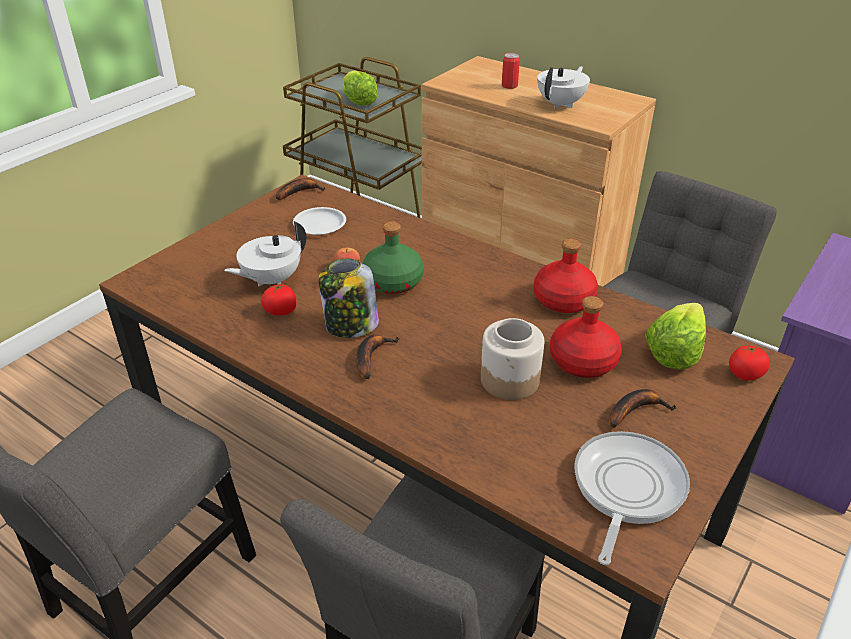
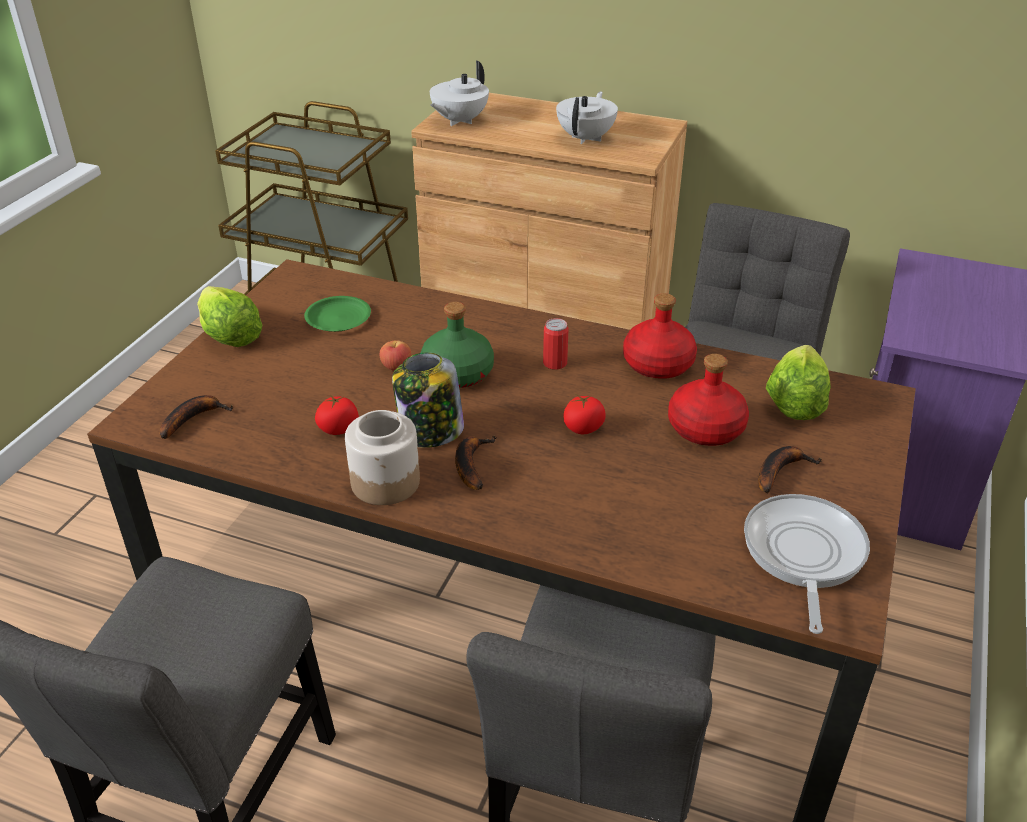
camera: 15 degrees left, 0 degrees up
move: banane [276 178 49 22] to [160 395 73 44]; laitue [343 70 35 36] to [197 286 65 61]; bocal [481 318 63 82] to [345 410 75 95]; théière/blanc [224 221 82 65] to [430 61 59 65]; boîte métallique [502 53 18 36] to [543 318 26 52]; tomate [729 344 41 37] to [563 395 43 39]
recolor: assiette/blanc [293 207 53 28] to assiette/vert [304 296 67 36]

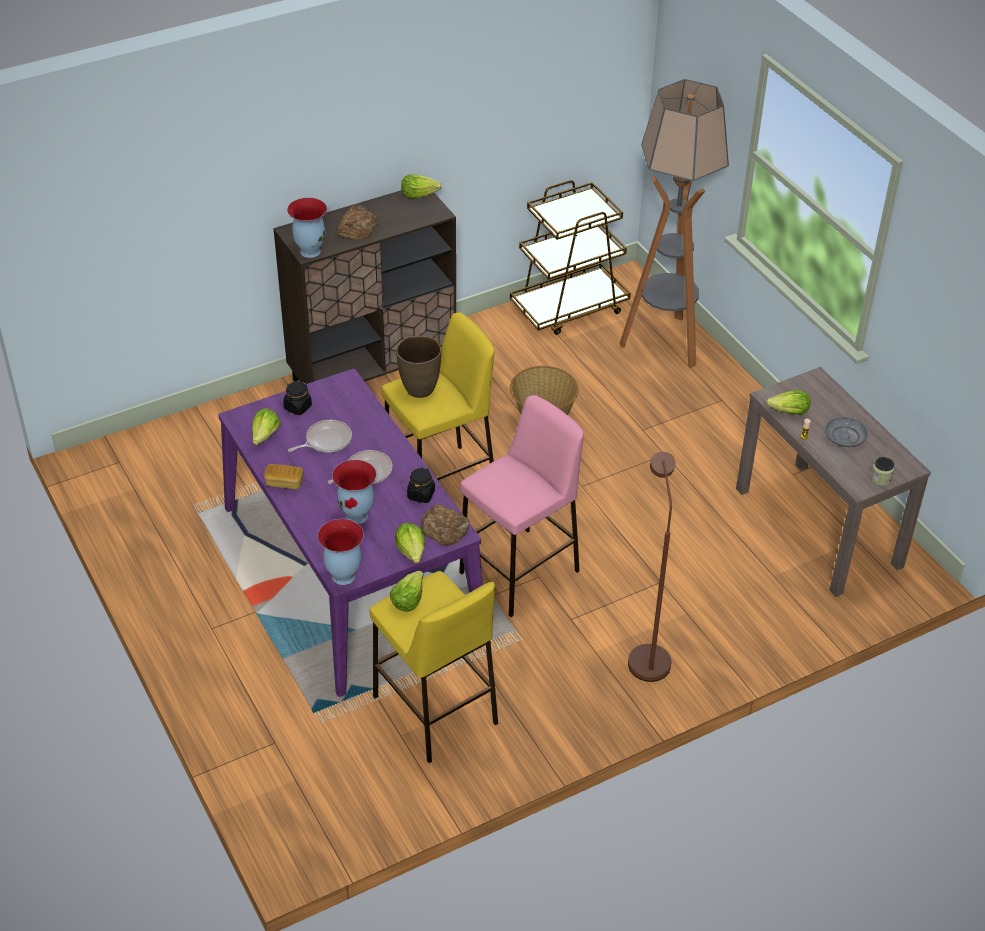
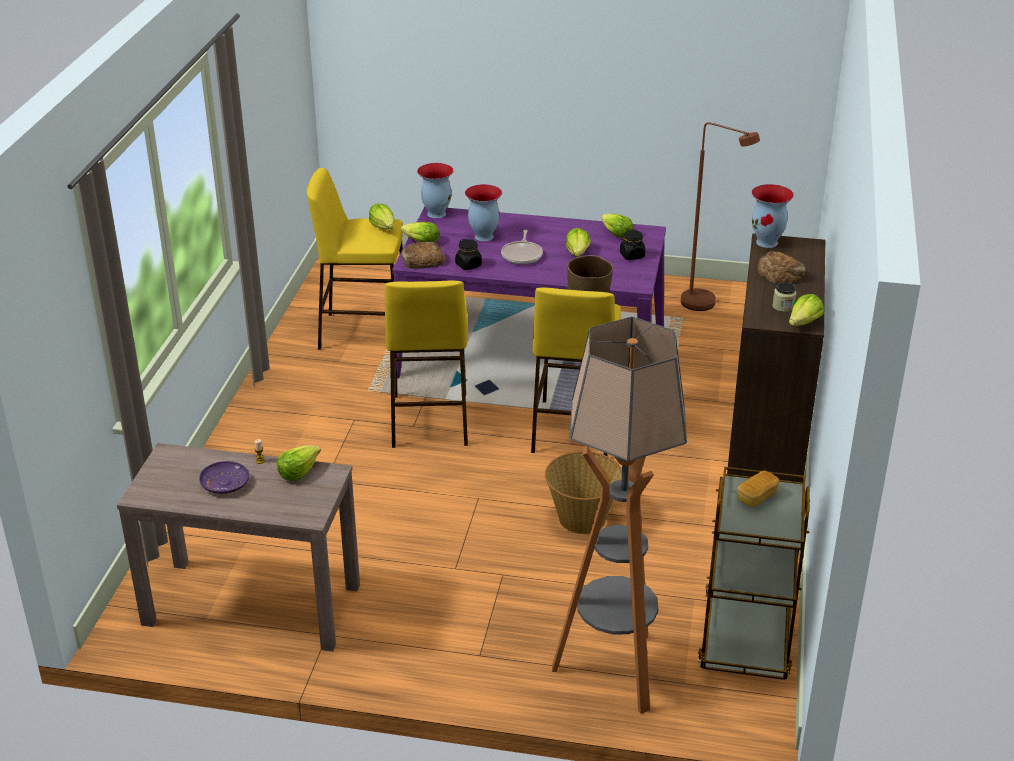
camera: 130 degrees right, 10 degrees down
move: lampadaire/marron [628 452 48 230] to [681 122 79 189]; pain [264 464 39 25] to [737 471 42 36]; bocal [871 457 23 29] to [772 282 25 30]
replace: poêle [288 420 64 33] to laitue [566 228 25 28]
recolor: assiette/gris [825 417 43 30] to assiette/violet [199 461 50 33]; tabouret/rose [459 395 125 222] to tabouret/jaune [385 280 83 168]

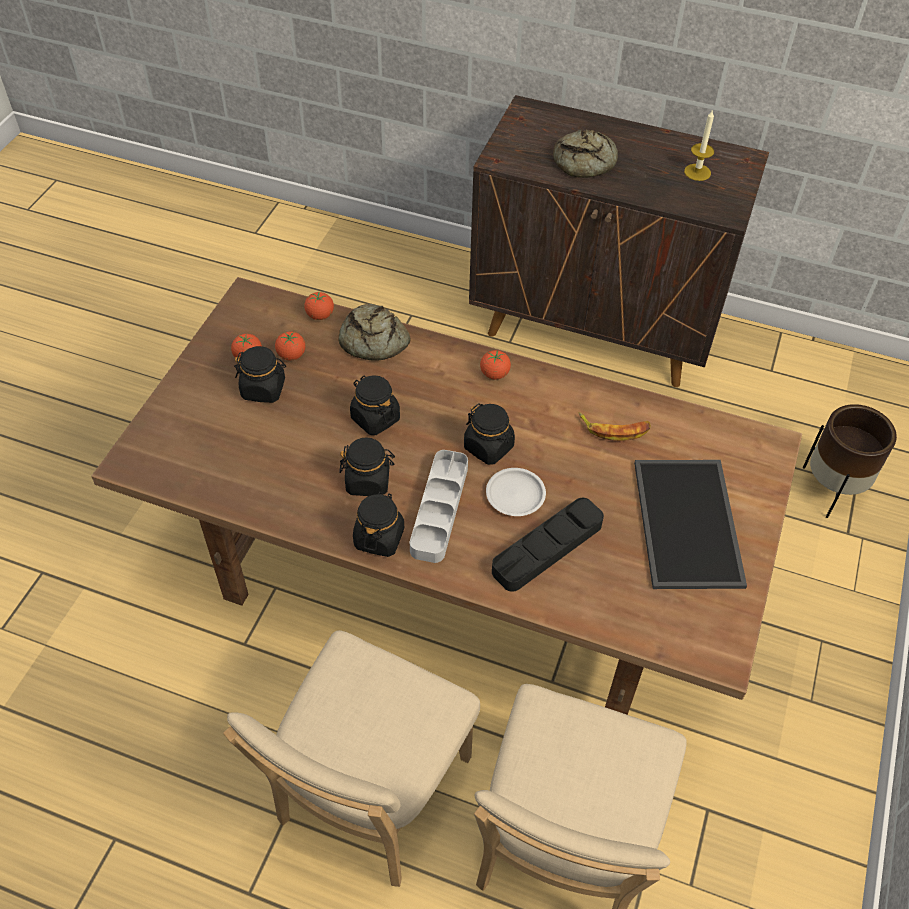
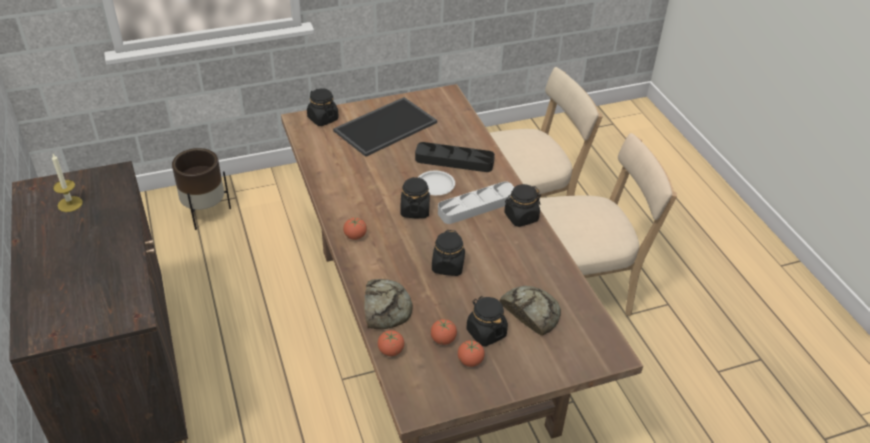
camera: 130 degrees left, 10 degrees down
delete: banane [579 412 72 29]
move: bocal/noir [339 438 56 58] to [307 88 32 38]; pain [553 129 65 49] to [500 286 61 50]

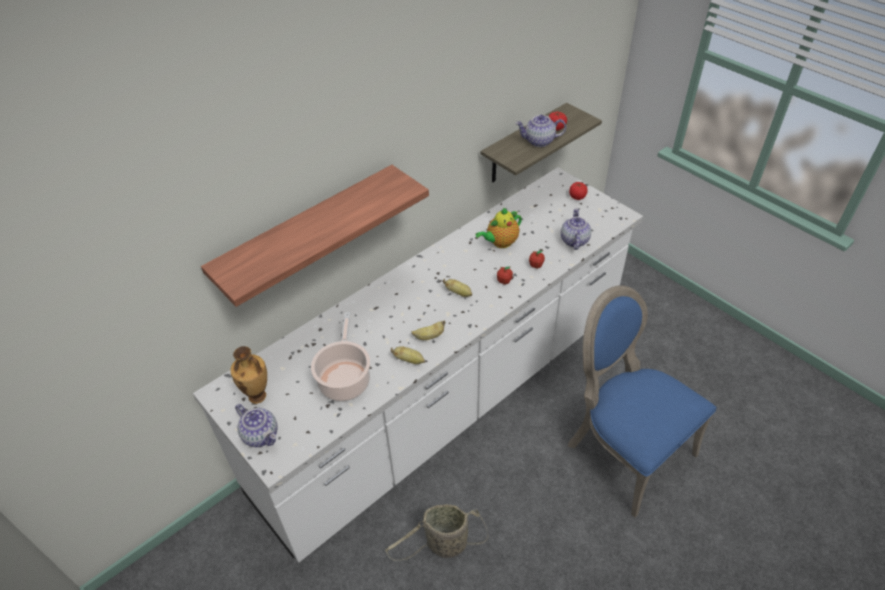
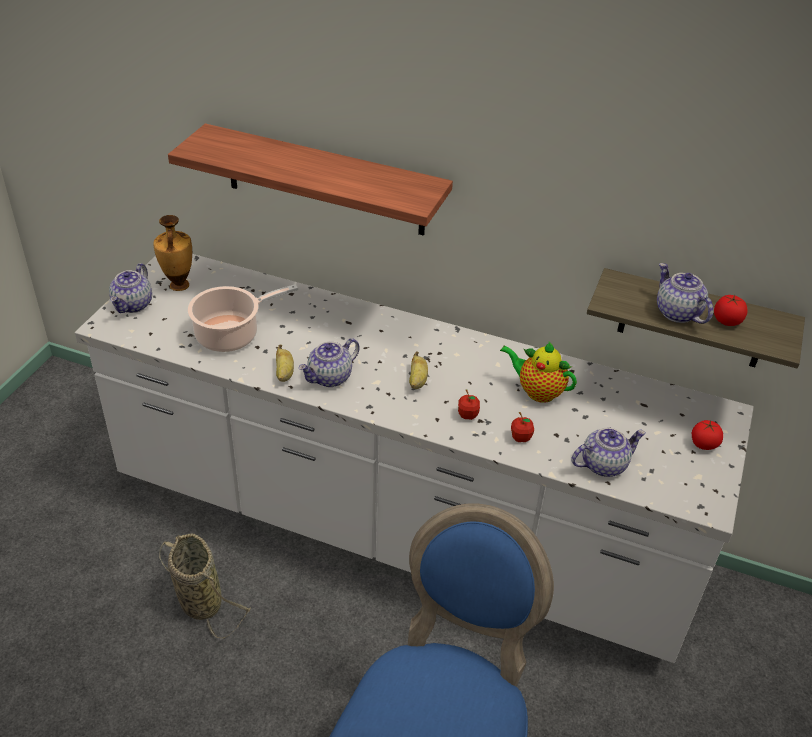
camera: 60 degrees right, 5 degrees down
replace: banane [411 320 35 20] to théière [298 338 62 49]

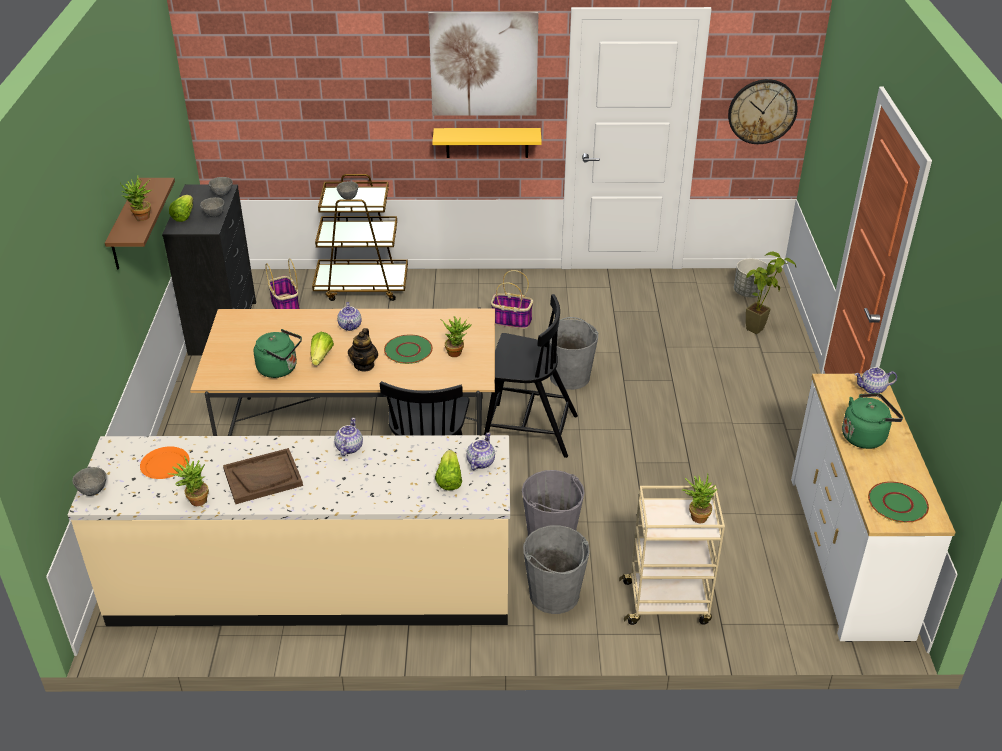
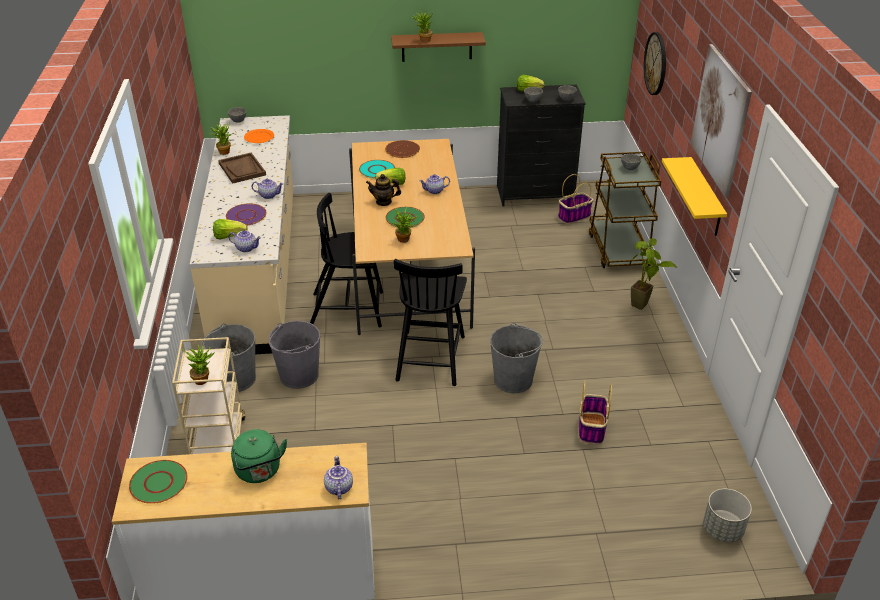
camera: 85 degrees right, 0 degrees up
insert: assiette/violet [226 203 41 23]; assiette/marron [385 140 35 18]
move: panier [491 270 42 59] to [579 381 33 63]; plante en pot [746 252 50 82] to [631 238 47 72]; horloge murale [728 79 70 65] to [644 32 22 63]
replace: bouilloire/vert [254 329 48 49] to assiette/turquoise [359 160 36 18]

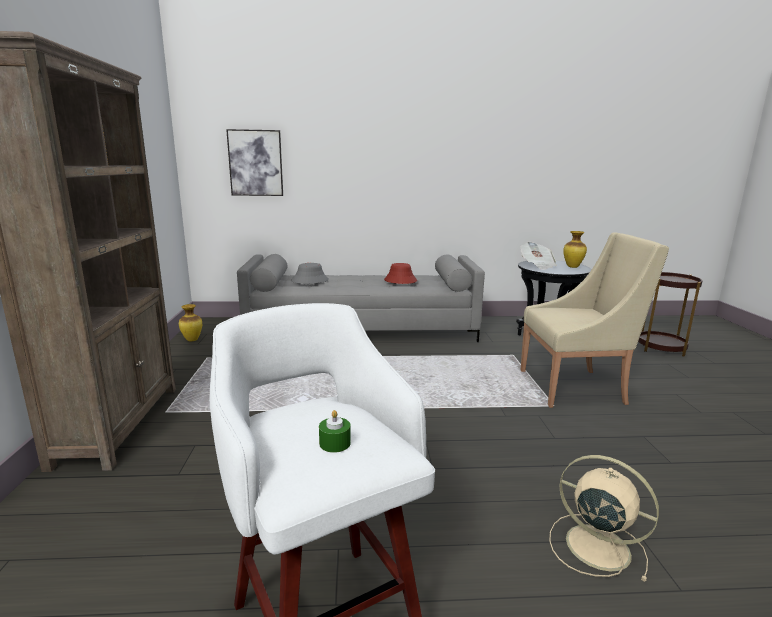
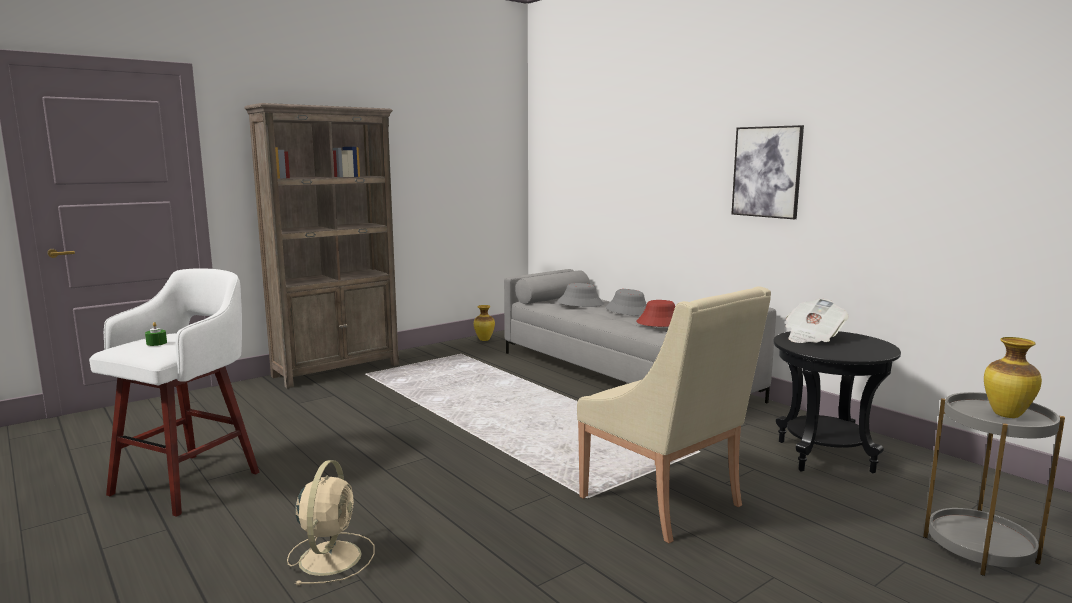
camera: 55 degrees right, 5 degrees down
insert: chapeau/gris [605 289 42 27]
move: tableau [226 129 57 67] to [732 125 72 94]; vase [563 231 24 37] to [984 337 58 81]
recolor: table d'appoint/marron [638 272 65 85] to table d'appoint/gris [923 392 142 184]

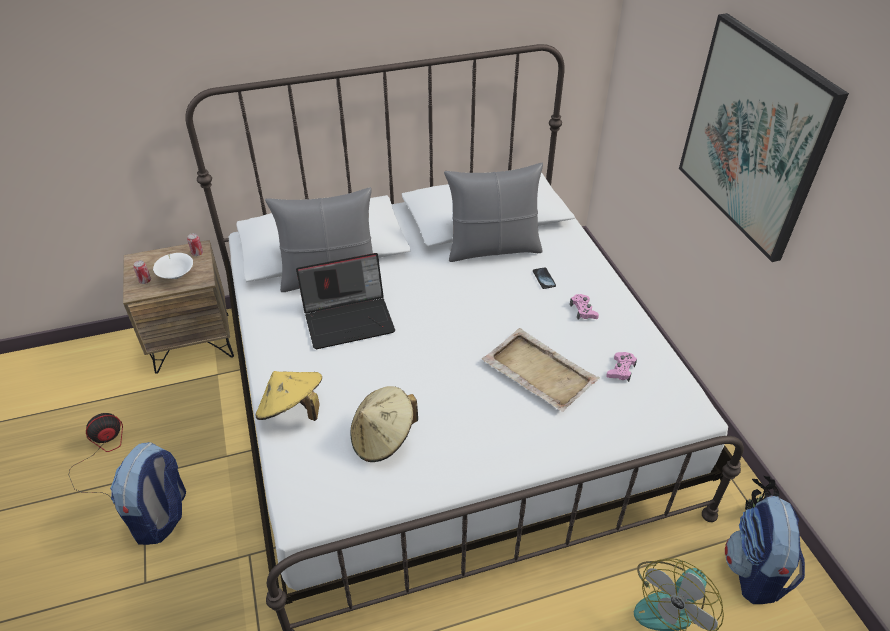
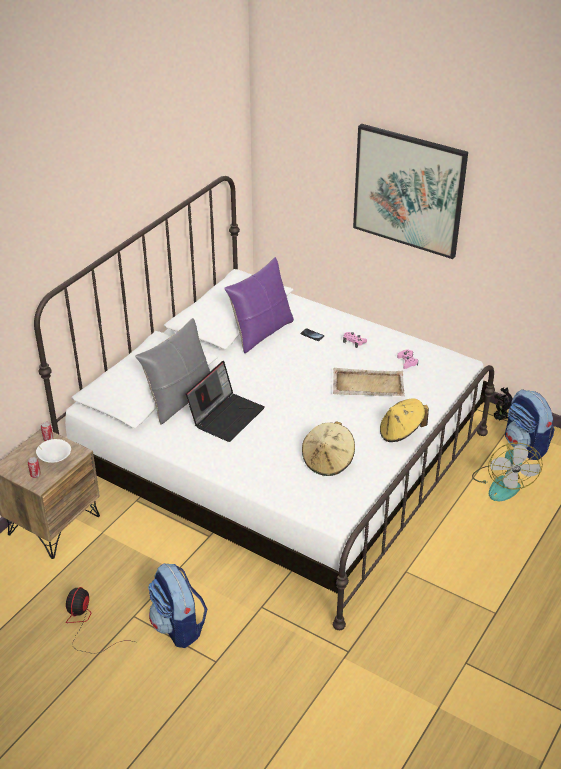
camera: 40 degrees left, 5 degrees down
move: chapeau/jaune [255 371 67 50] to [380 399 49 43]
recolor: coussin/gris [444 163 99 99] to coussin/violet [224 257 70 96]

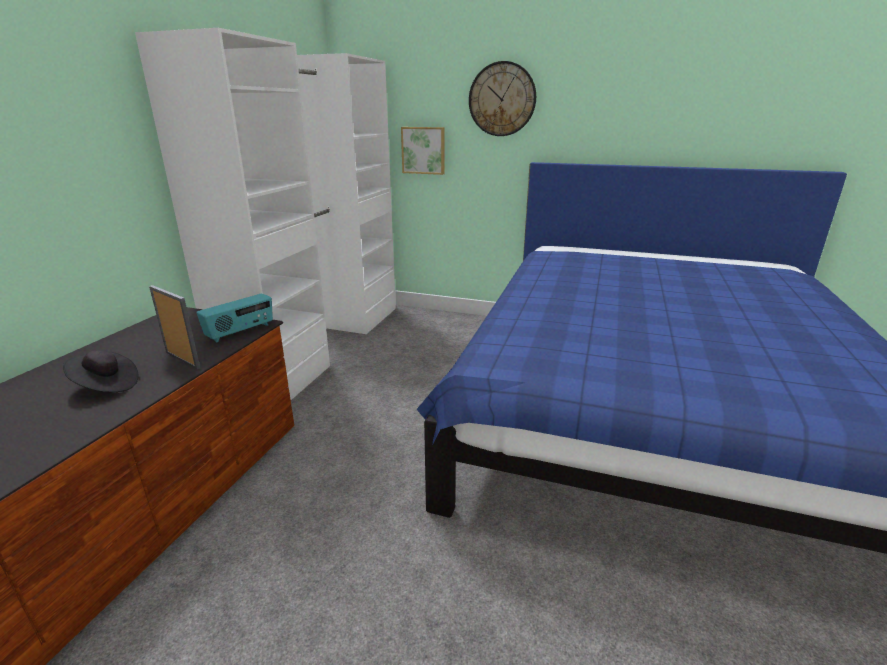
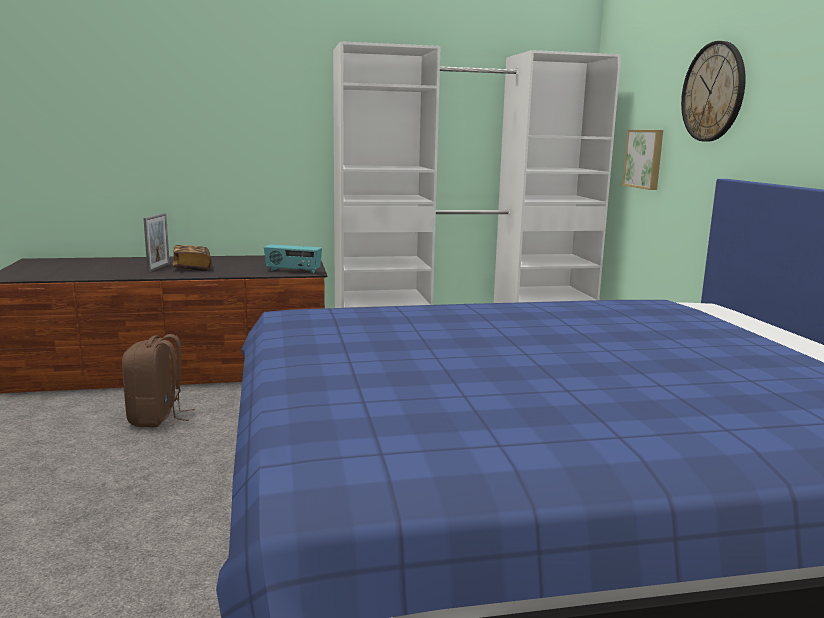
camera: 60 degrees right, 10 degrees down
insert: sac à dos/marron [122 334 73 93]
move: cadre photo [149 285 51 84] to [143 213 27 59]
replace: chapeau/noir [63 350 76 42] to livre [173 245 38 26]

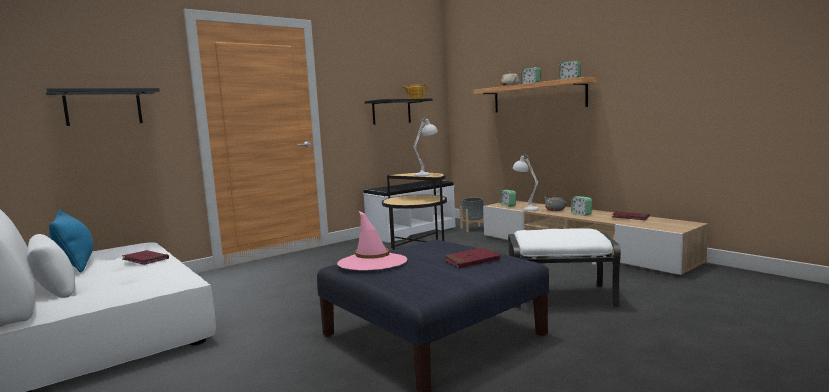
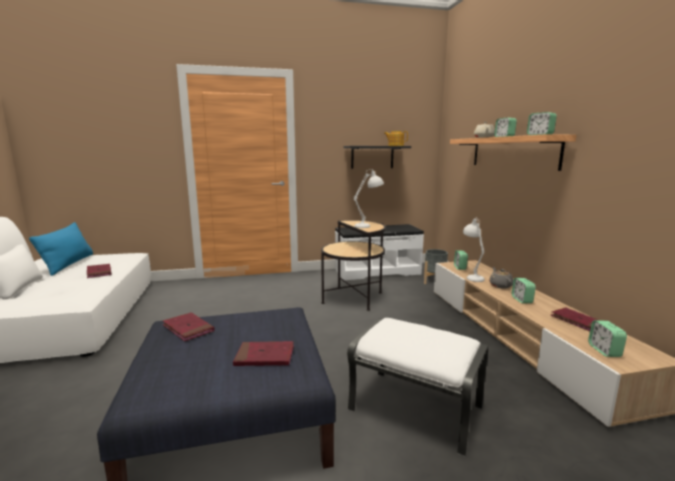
camera: 25 degrees right, 5 degrees up
delete: étagère/noir [45 88 115 38]
insert: réveil [588 320 39 37]
replace: chapeau/rose [337 210 70 61] to livre/rouge [163 313 51 29]

